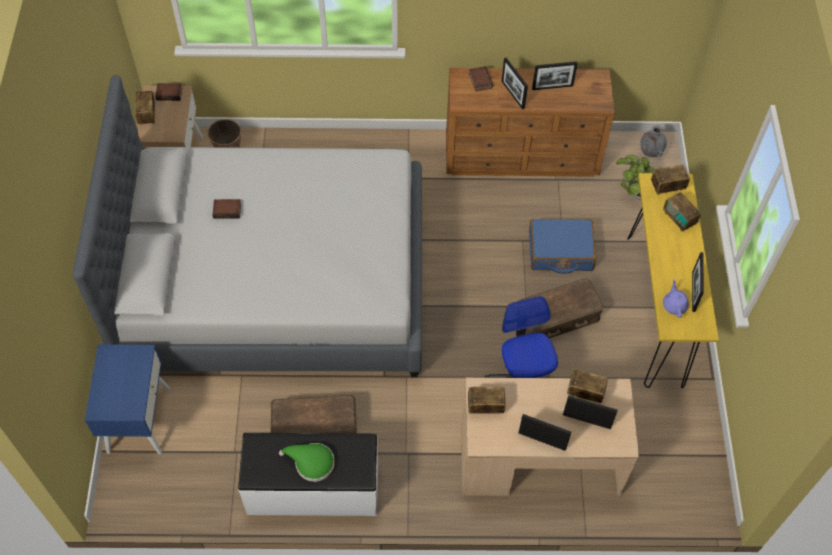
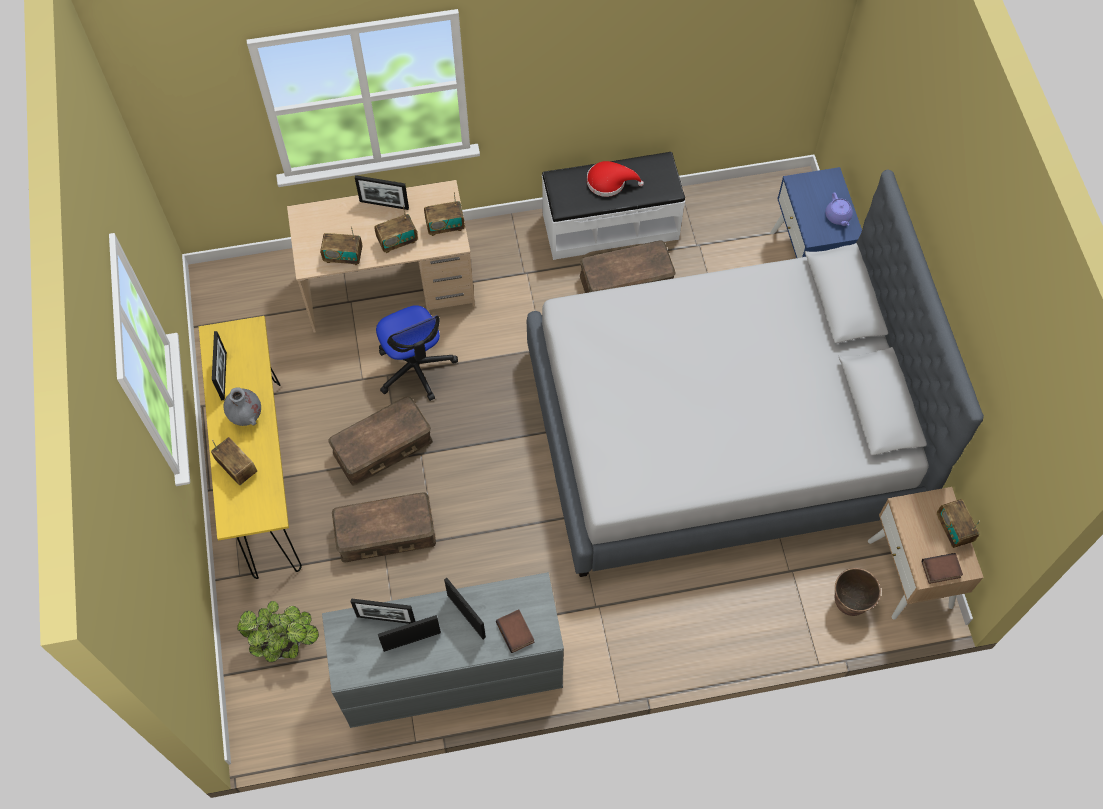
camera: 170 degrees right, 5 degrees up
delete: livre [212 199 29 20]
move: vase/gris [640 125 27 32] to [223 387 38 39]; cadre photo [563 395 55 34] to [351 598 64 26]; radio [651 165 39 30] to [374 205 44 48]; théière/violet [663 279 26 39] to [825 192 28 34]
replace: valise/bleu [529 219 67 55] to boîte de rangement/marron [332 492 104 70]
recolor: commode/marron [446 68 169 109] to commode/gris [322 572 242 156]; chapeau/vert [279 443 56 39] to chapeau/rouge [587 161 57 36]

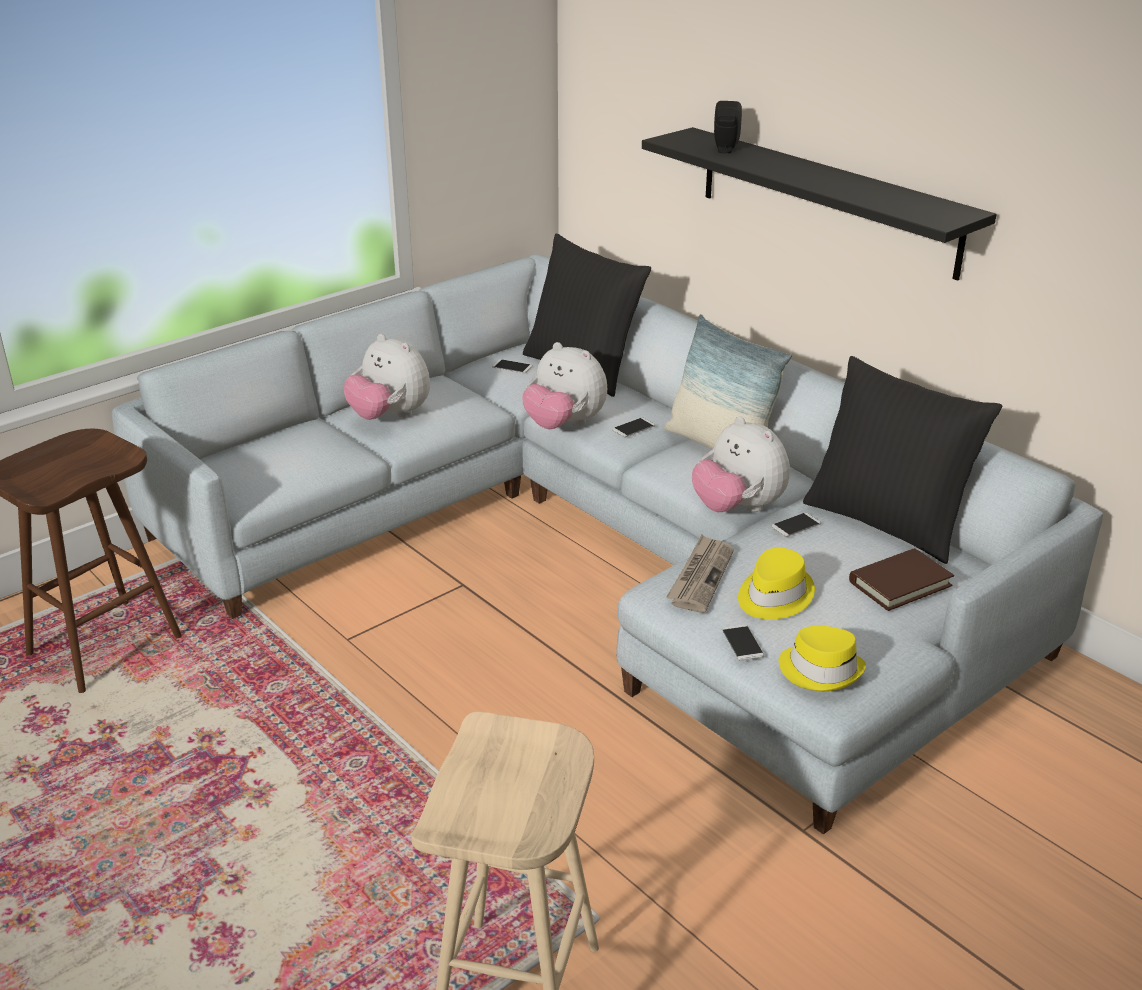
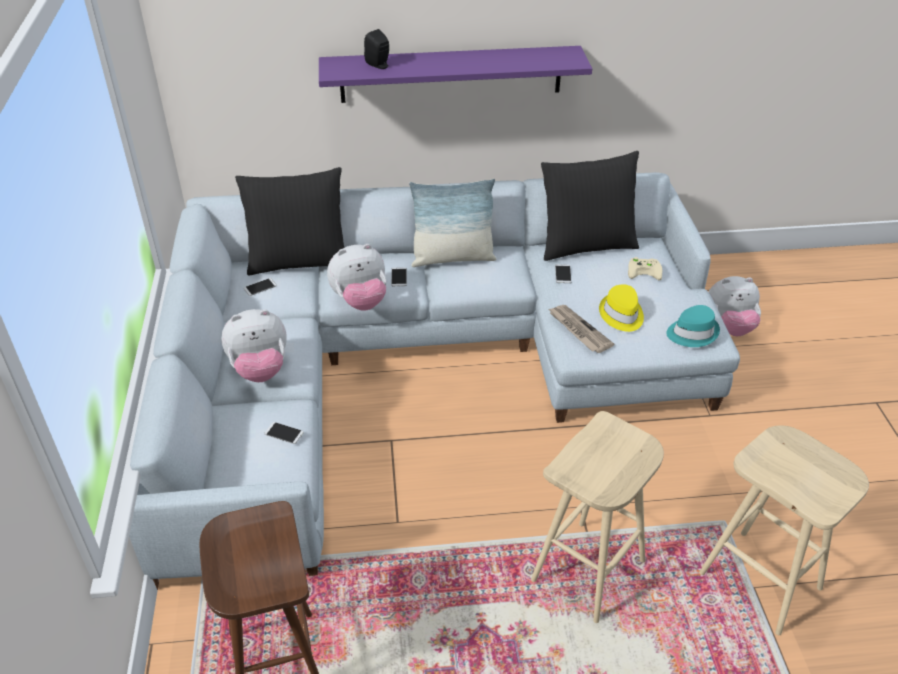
camera: 55 degrees left, 10 degrees up
insert: tabouret/beige [531 411 133 212]
move: téléphone [722 624 42 37] to [265 422 39 22]; peluche [692 416 98 96] to [708 276 53 60]
replace: livre/marron [849 548 105 63] to manette/beige [628 257 34 23]
recolor: étagère/noir [642 127 355 154] to étagère/violet [319 46 273 57]; chapeau/jaune [779 625 87 66] to chapeau/turquoise [666 305 54 42]

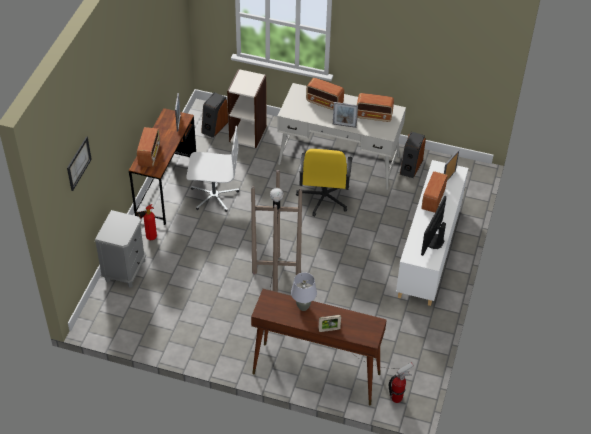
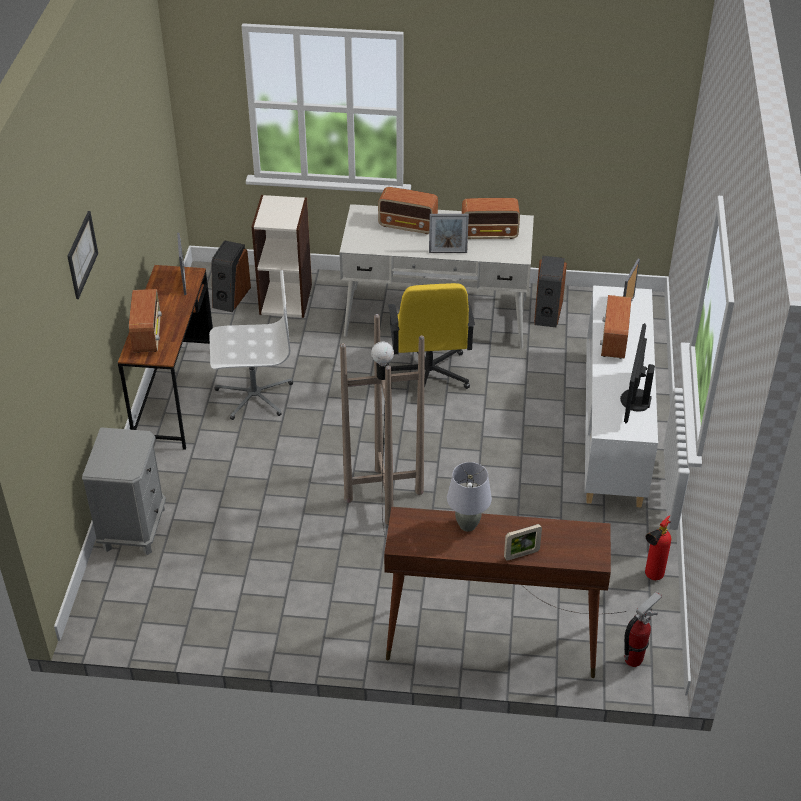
camera: 10 degrees left, 5 degrees down
move: tableau [67 136 25 55] to [67 211 31 88]; extincteur [136 204 21 36] to [645 515 26 65]

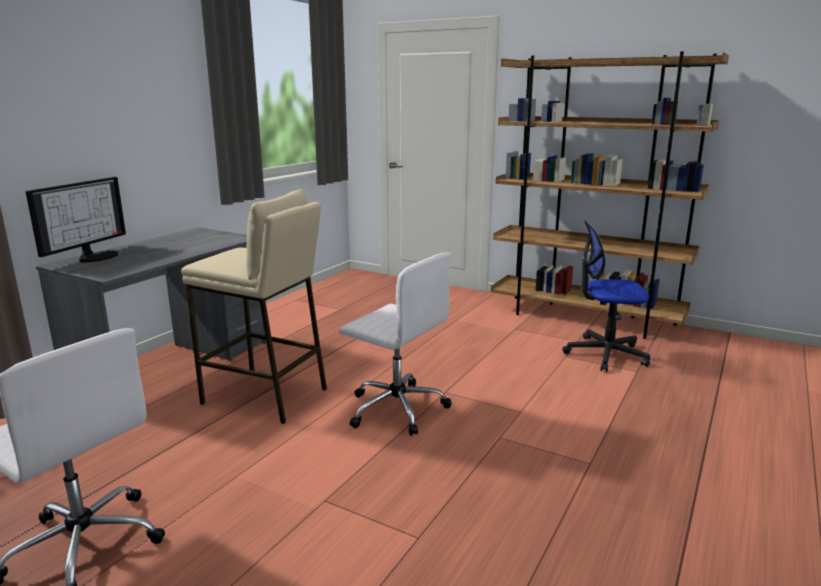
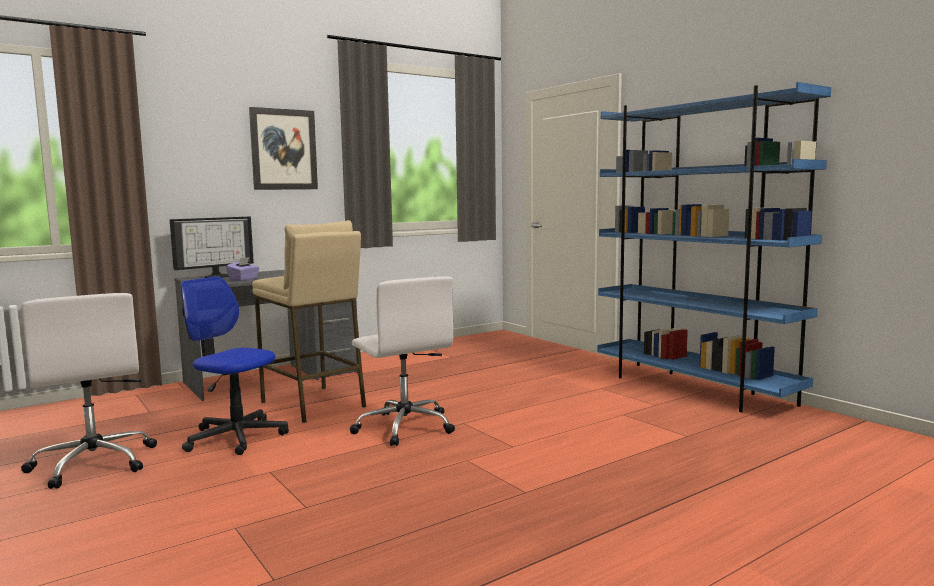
camera: 25 degrees right, 10 degrees down
insert: boîte à mouchoirs/violet [226 257 33 24]; tableau [249 107 69 83]
move: chaise de bureau [562 220 88 152] to [181 276 108 179]
recolor: bibliothèque/marron [491 51 238 288] to bibliothèque/bleu [597 82 234 330]

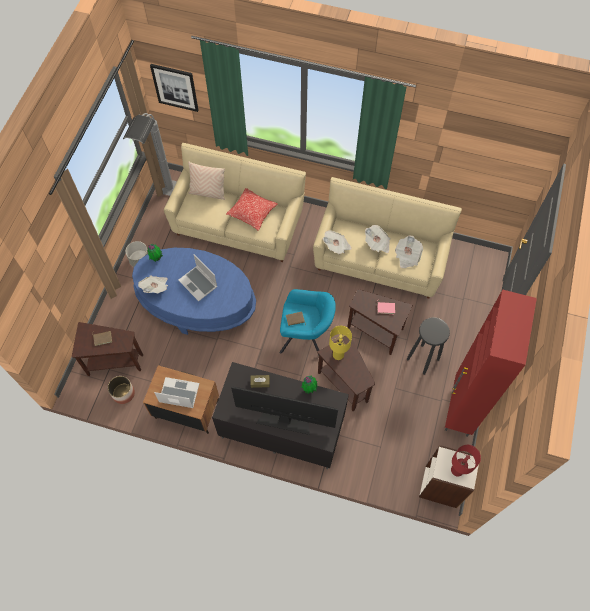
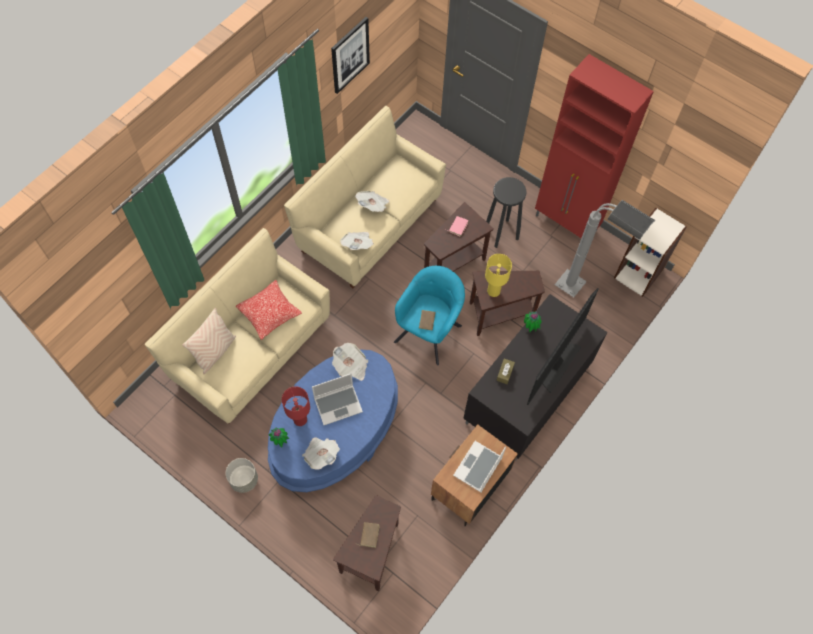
camera: 70 degrees left, 0 degrees up
delete: cache-pot [108 376 27 28]
move: lampe de table/rouge [451 445 30 32] to [282 387 28 39]; tableau [150 64 48 48] to [331 17 39 77]; journal [395 236 28 32] to [332 343 37 38]; lampadaire/gris [123 113 54 83] to [554 200 101 98]

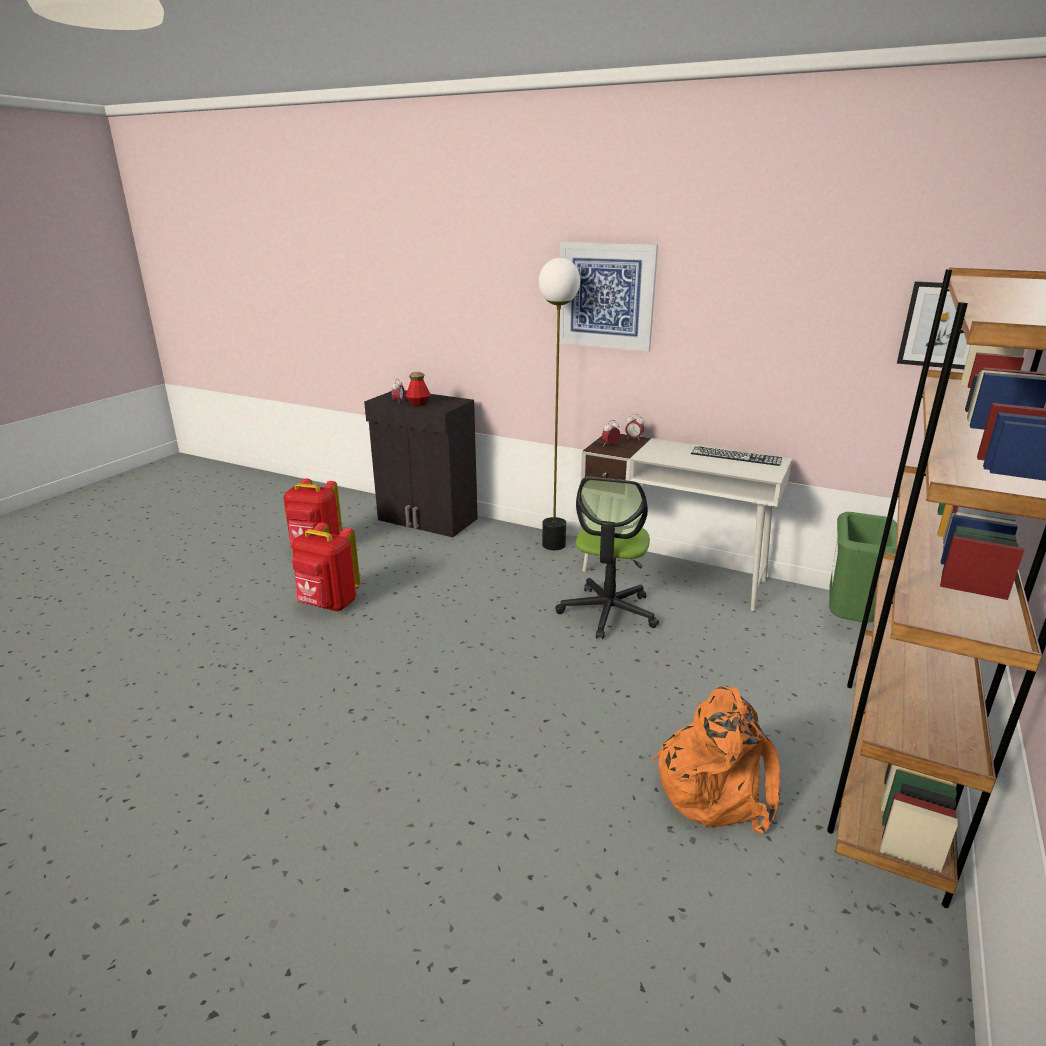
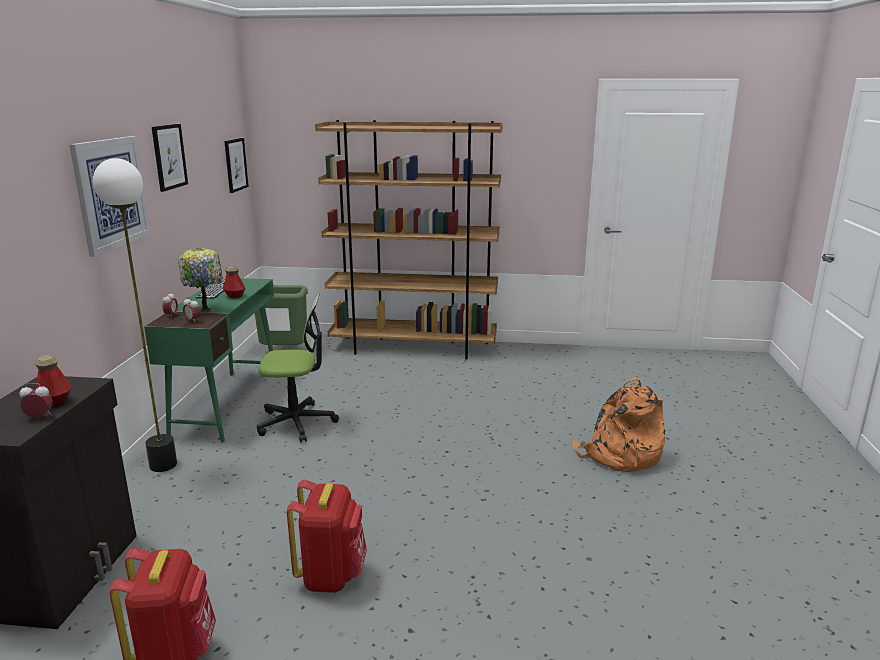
camera: 110 degrees left, 5 degrees down
insert: tableau [152 124 36 68]; lampe de table [178 248 45 65]; bouteille [223 266 22 32]
move: sac à dos/orange [652 686 128 148] to [572 377 93 95]
recolor: bureau/blanc [581 434 211 177] to bureau/vert [144 278 134 165]

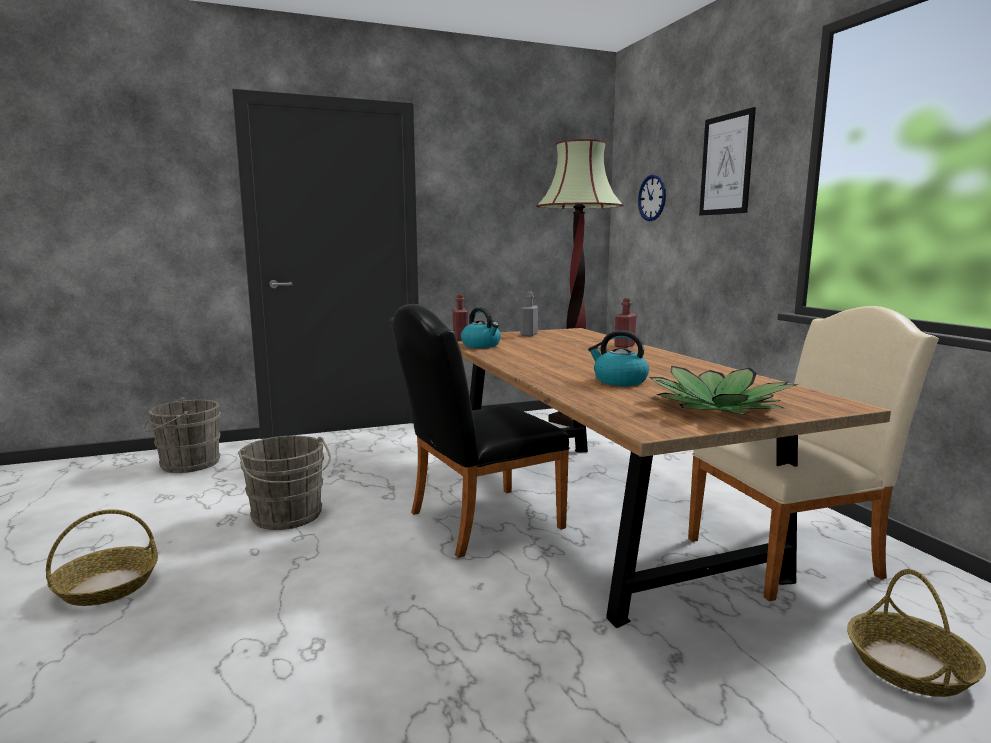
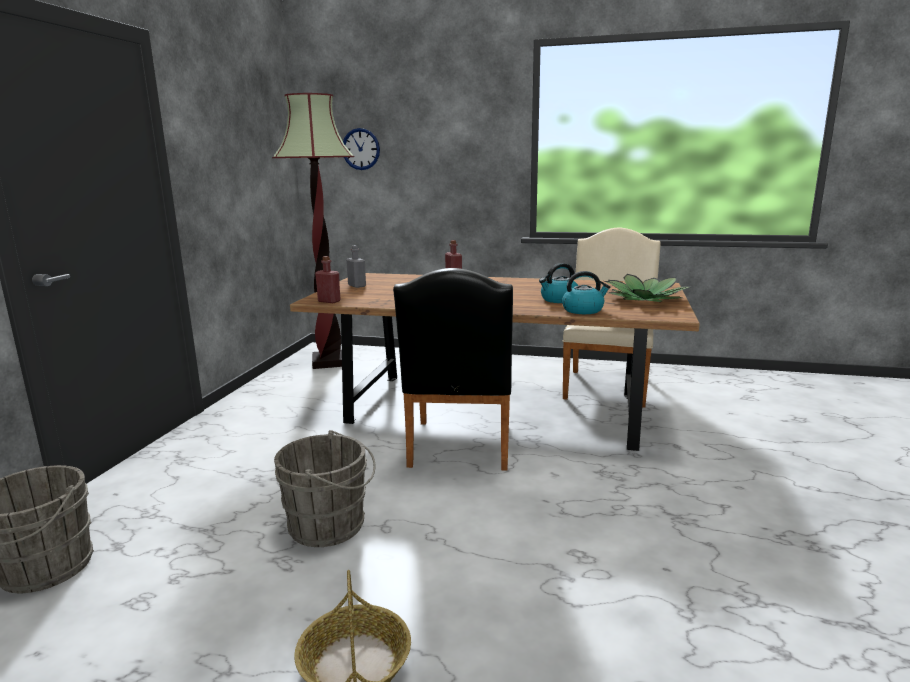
camera: 55 degrees left, 5 degrees up
delete: tableau [699 107 57 109]; panier [847 569 139 128]
move: bouilloire [461 307 40 41] to [562 271 48 43]

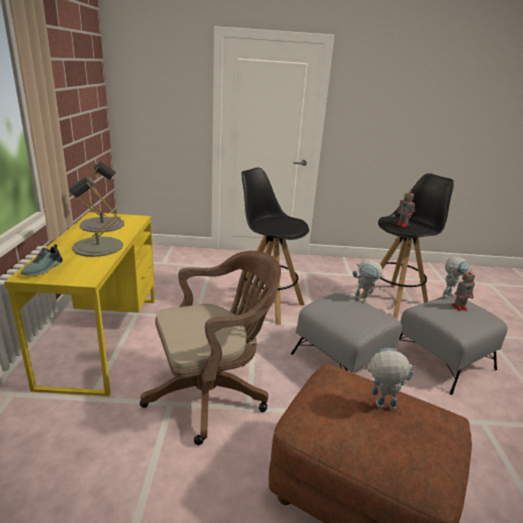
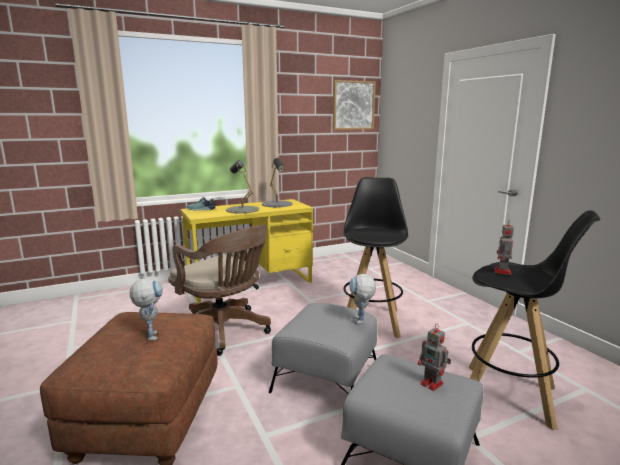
camera: 65 degrees right, 10 degrees down
delete: robot jouet [443 256 26 42]
insert: tableau [333 80 43 50]

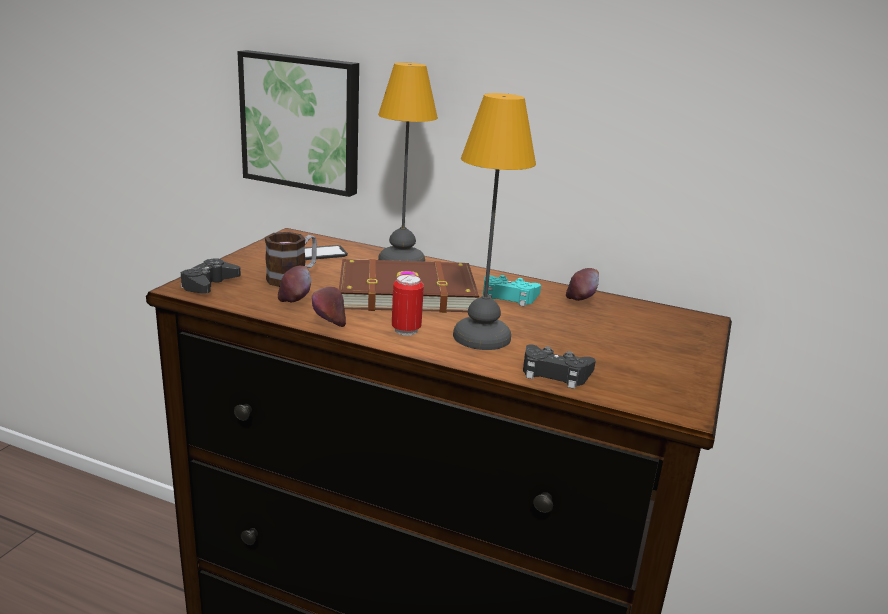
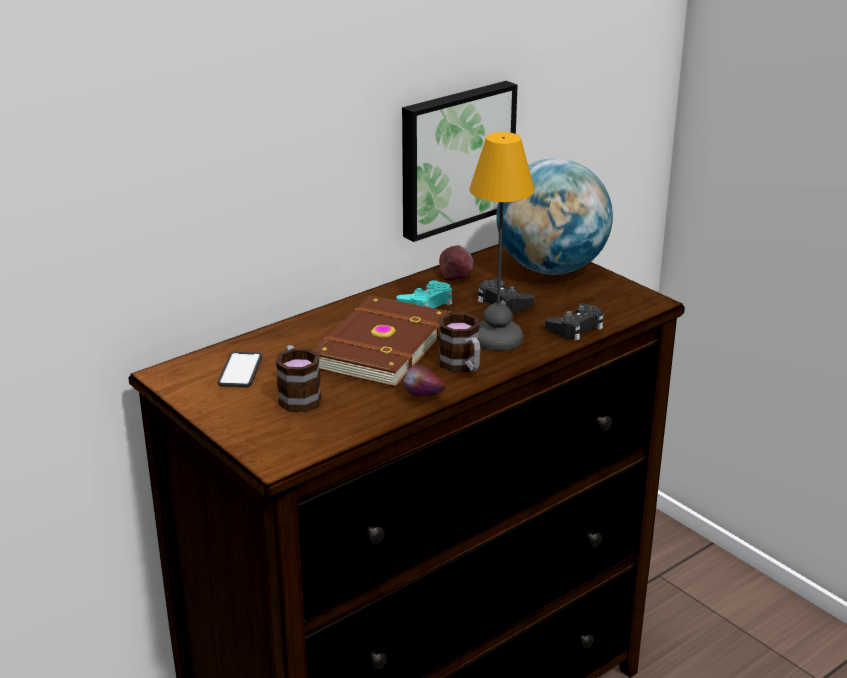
camera: 60 degrees left, 5 degrees up
delete: pomme [278 266 33 36]; lampe de table [378 62 60 200]
insert: globe [496 158 117 117]
move: tableau [237 50 122 147] to [402 81 116 161]; manette/noir [181 258 60 36] to [478 279 56 34]
replace: boîte métallique [392 274 32 62] to mug [439 312 41 61]

